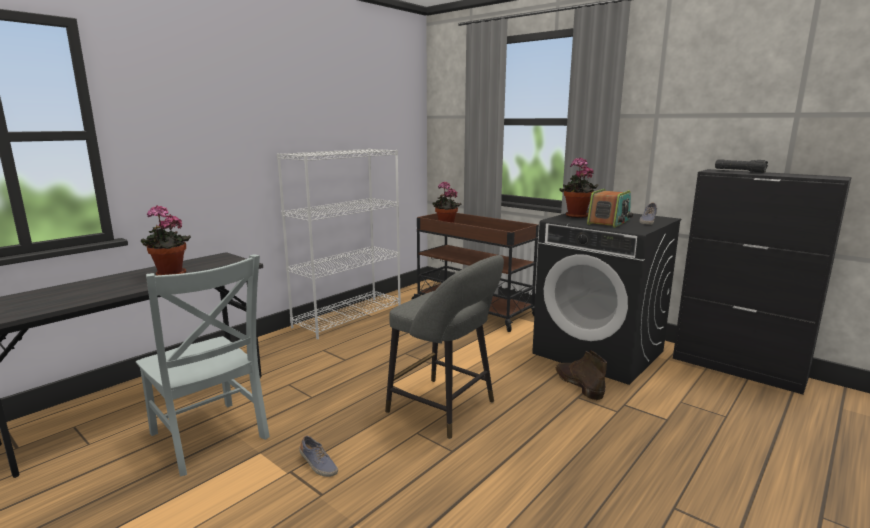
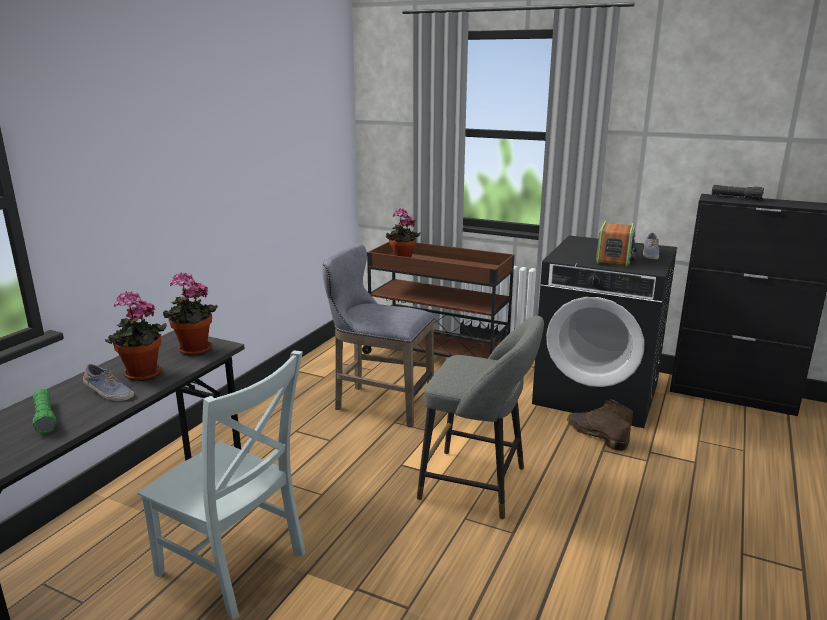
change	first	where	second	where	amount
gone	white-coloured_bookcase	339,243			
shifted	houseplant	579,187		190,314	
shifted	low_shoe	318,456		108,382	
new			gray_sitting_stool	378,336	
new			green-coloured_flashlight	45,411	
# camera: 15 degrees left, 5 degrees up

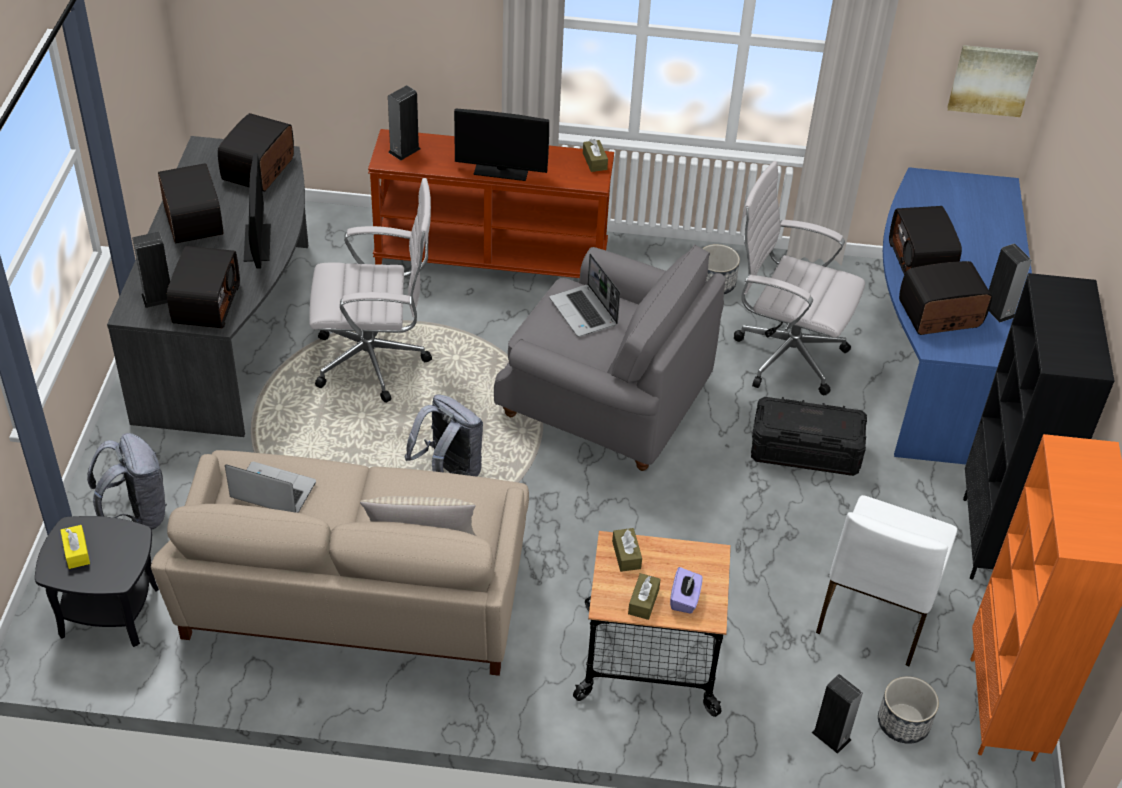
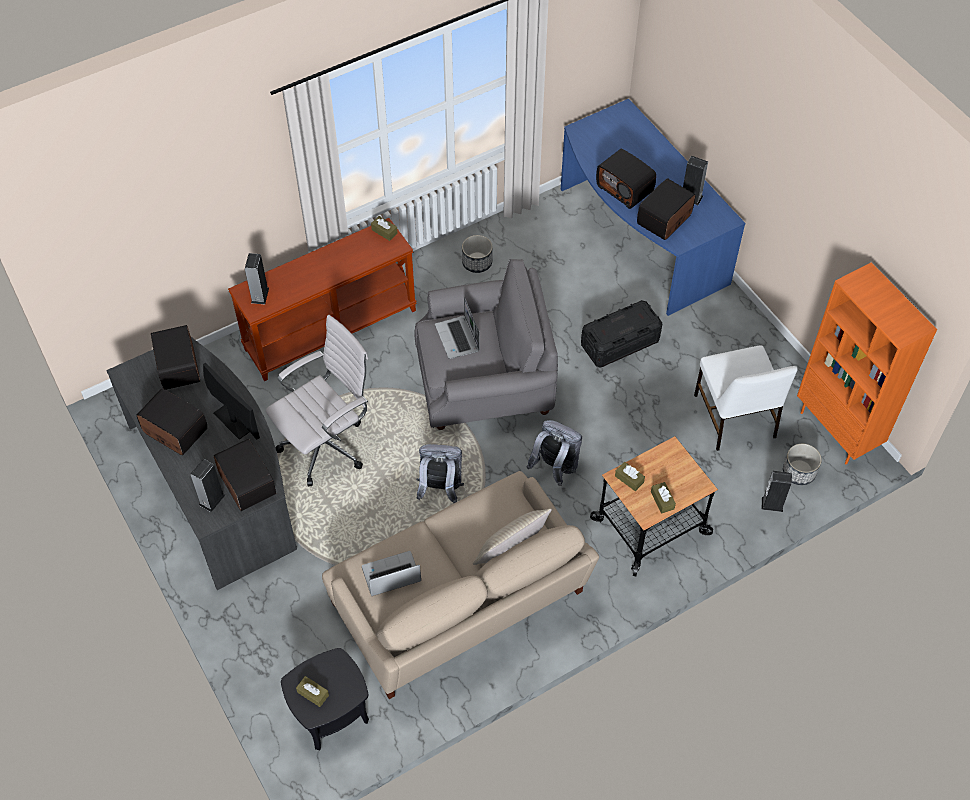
change	first	where	second	where	amount
gone	wall_art	992,81			
gone	monitor	501,145			
gone	white-coloured_office_chair	799,278			
rotated	notebook_computer	585,295		457,328	45 degrees clockwise
gone	blackish_bookcase	1038,426			
shifted	gray_rucksack	127,481		554,453	
repainted	yellowish_tissue_holder	75,547	brown-coloured_tissue_holder	312,691	
gone	purplish_tissue_holder	686,590			
# camera: 35 degrees left, 10 degrees up

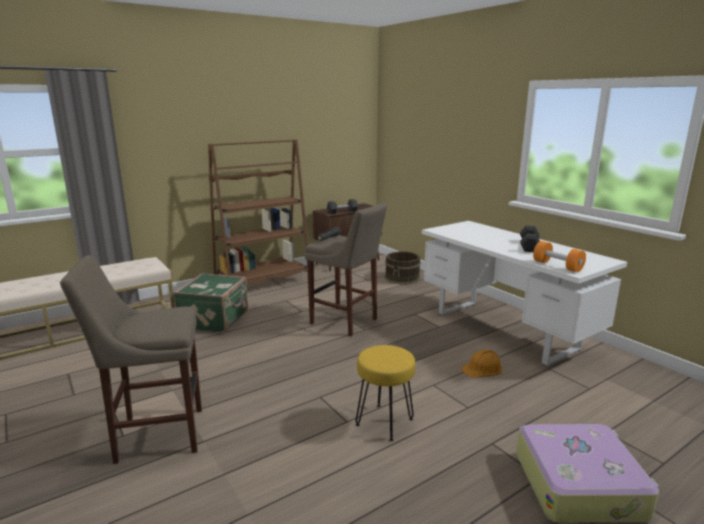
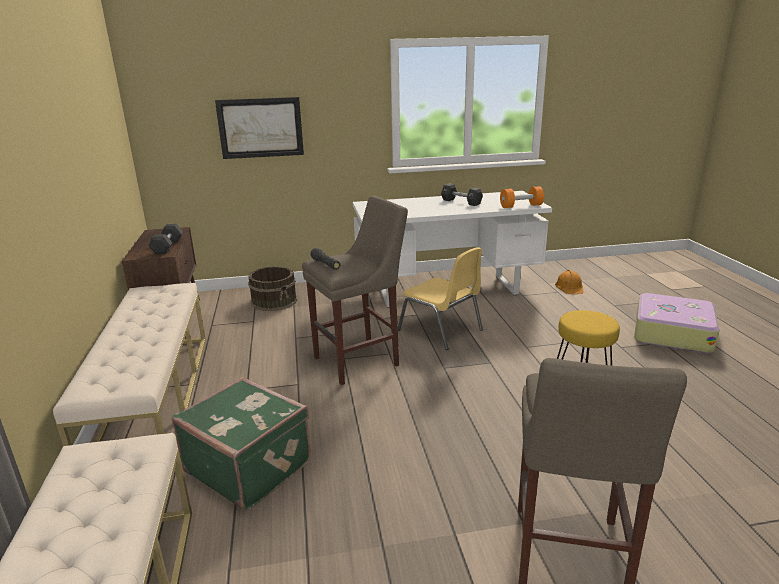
change	first	where	second	where	amount
swapped	brown-coloured_bookcase	258,211	beige-coloured_indoor_bench	129,365	
shifted	orange_work_helmet	481,364		569,282	
new			wall_art	259,128	
new			yellowish_chair	440,298	
# camera: 65 degrees left, 5 degrees up

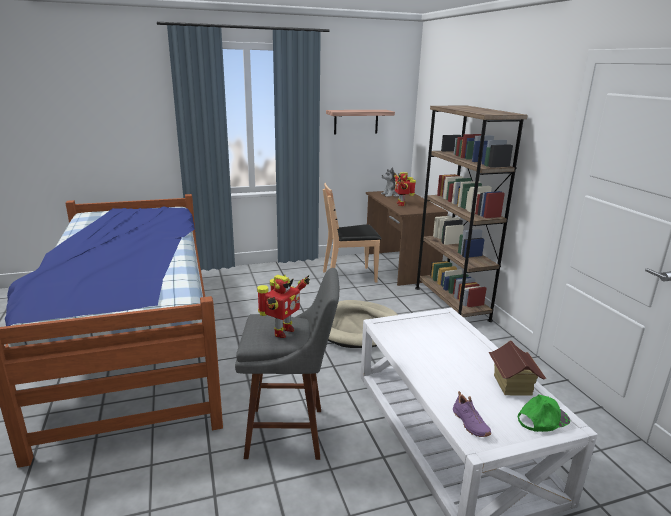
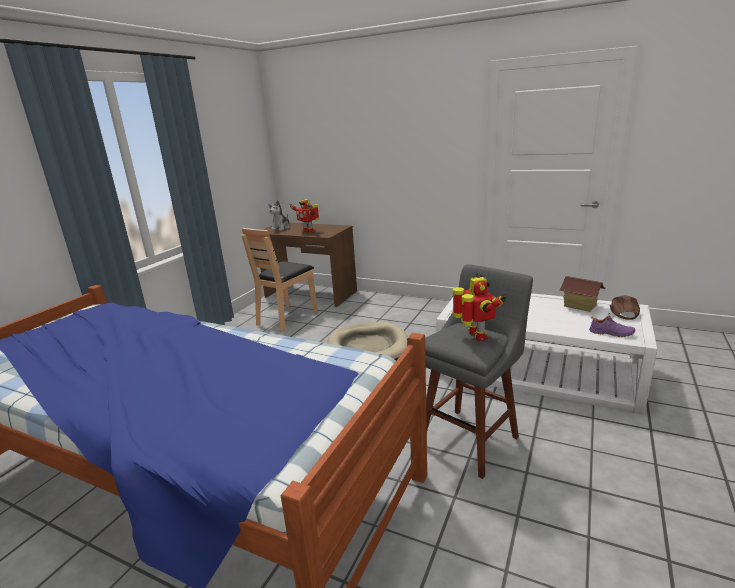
change	first	where	second	where	amount
gone	brown-coloured_bookcase	471,214			
gone	shelf	360,122			
repainted	green-coloured_peaked_cap	544,413	brown-coloured_peaked_cap	625,307	
# camera: 45 degrees left, 0 degrees up

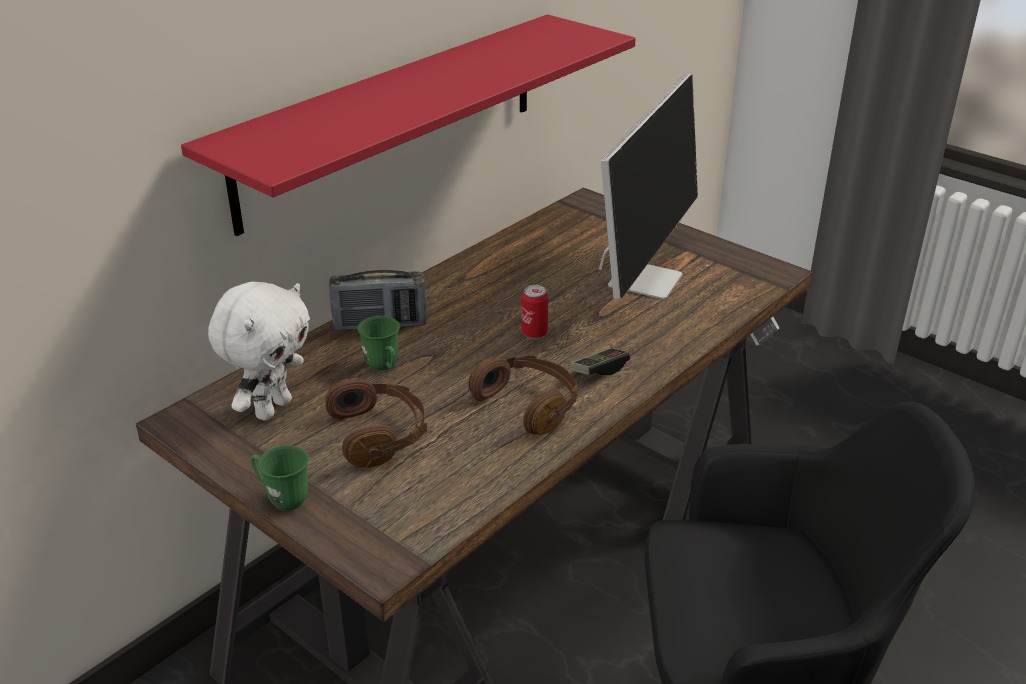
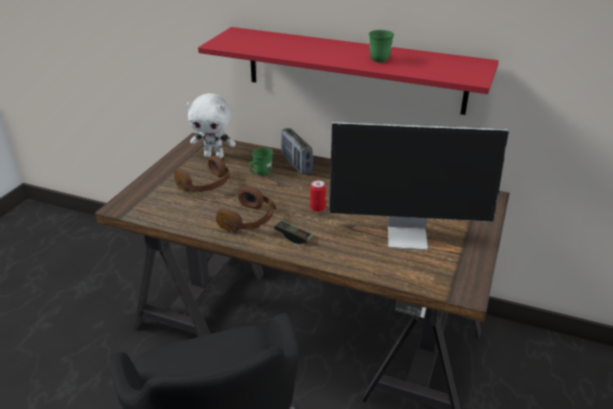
change	first	where	second	where	amount
shifted	green-coloured_tea_mug	279,478		381,46	
# camera: 70 degrees right, 0 degrees up

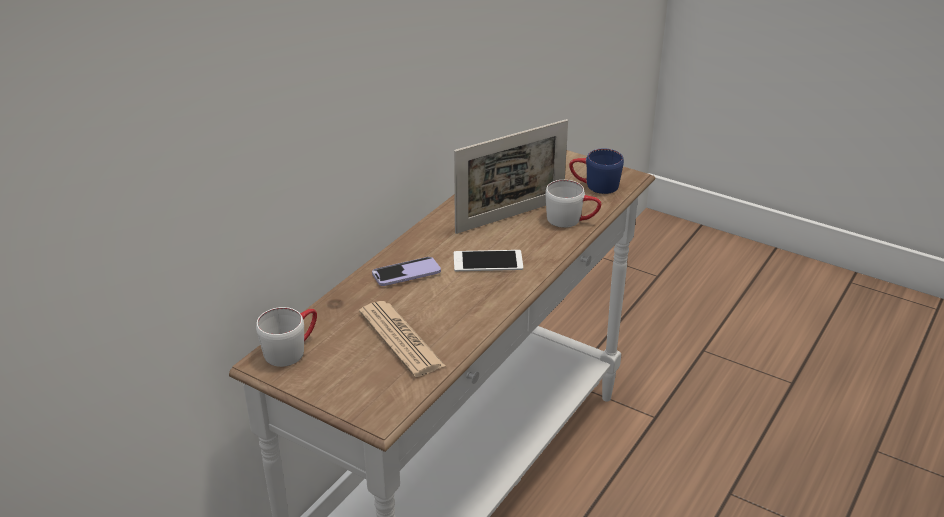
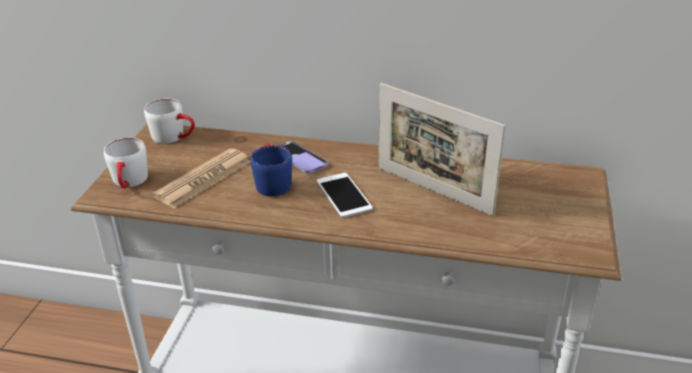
change	first	where	second	where	amount
shifted	bluish_tea_mug	596,171		271,169	
shifted	white-coloured_tea_mug	573,204		126,163	
# camera: 70 degrees right, 0 degrees up

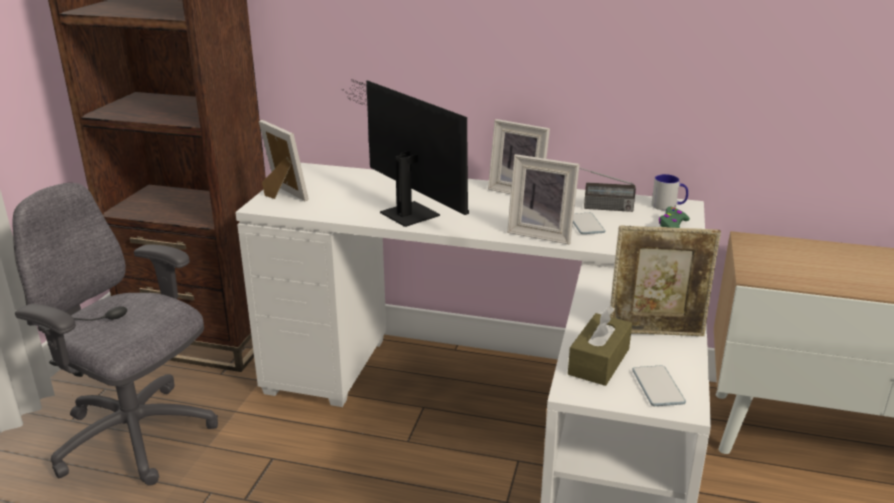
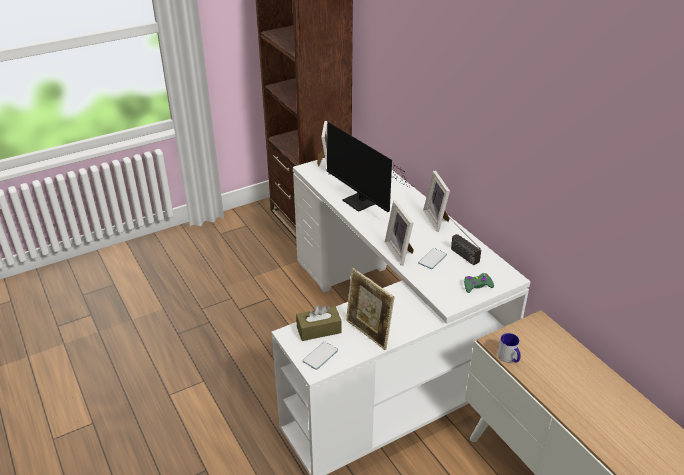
change	first	where	second	where	amount
rotated	monitor	405,153		369,167	135 degrees clockwise
shifted	tea_mug	670,192		509,348	
gone	gray_office_chair	115,334			
# camera: 45 degrees right, 10 degrees up

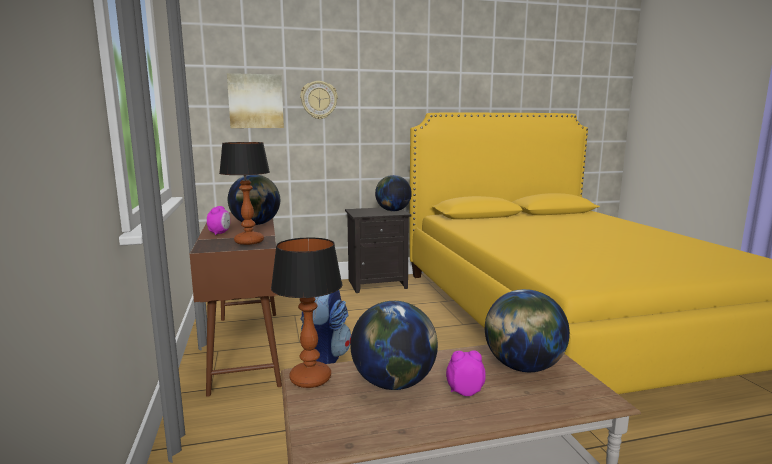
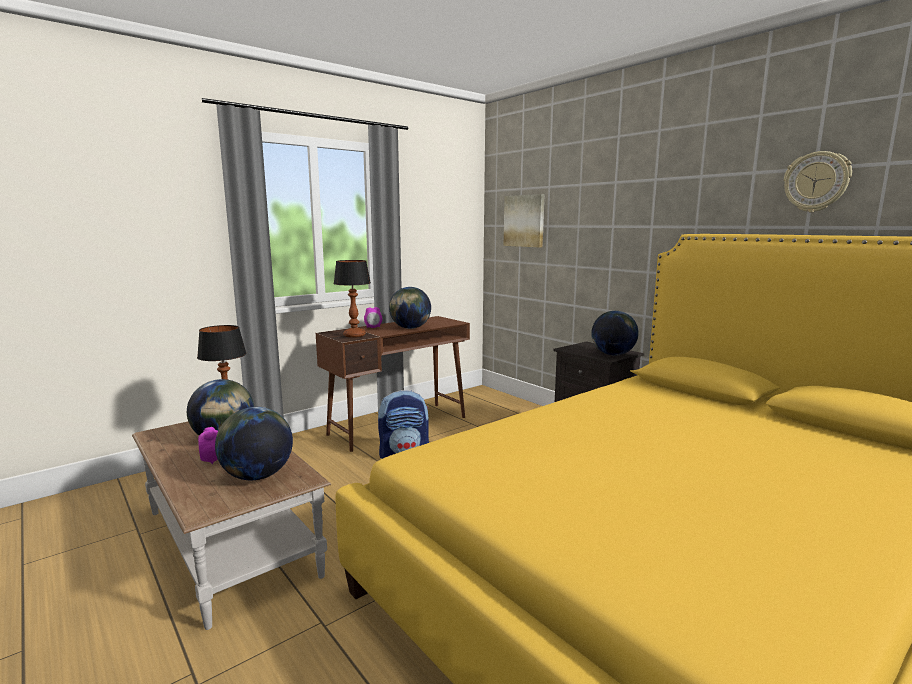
change	first	where	second	where	amount
shifted	hanging_clock	319,100		818,181	
# camera: 65 degrees right, 0 degrees up

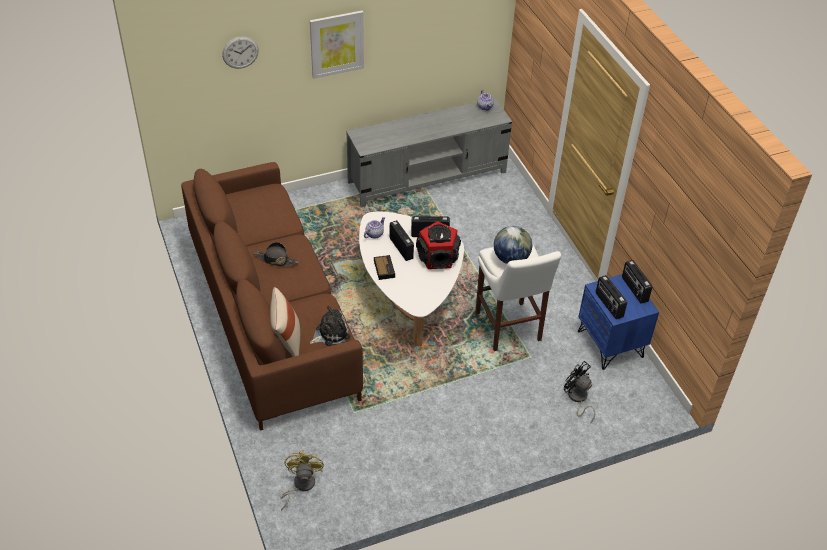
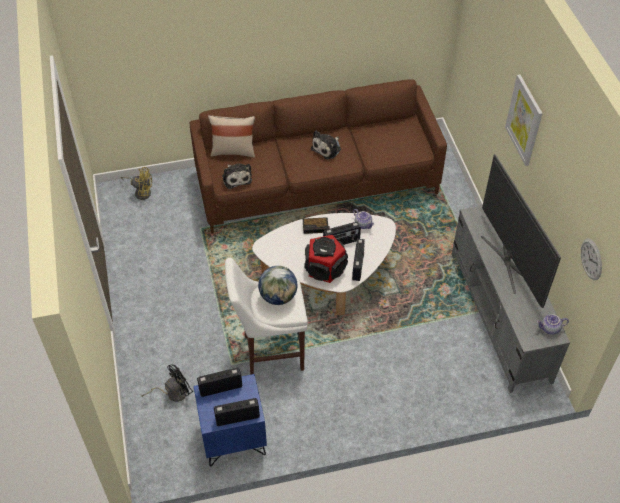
change	first	where	second	where	amount
shifted	hanging_clock	240,52		591,259	
swapped	blackish_wearable_hat	276,254	plush_toy	326,144	
new			TV_set	521,231	
# camera: 100 degrees right, 5 degrees up

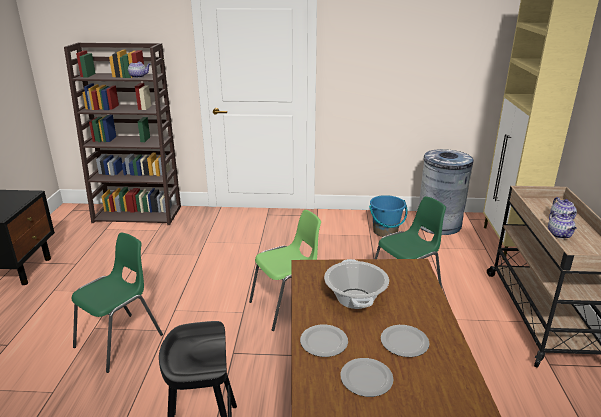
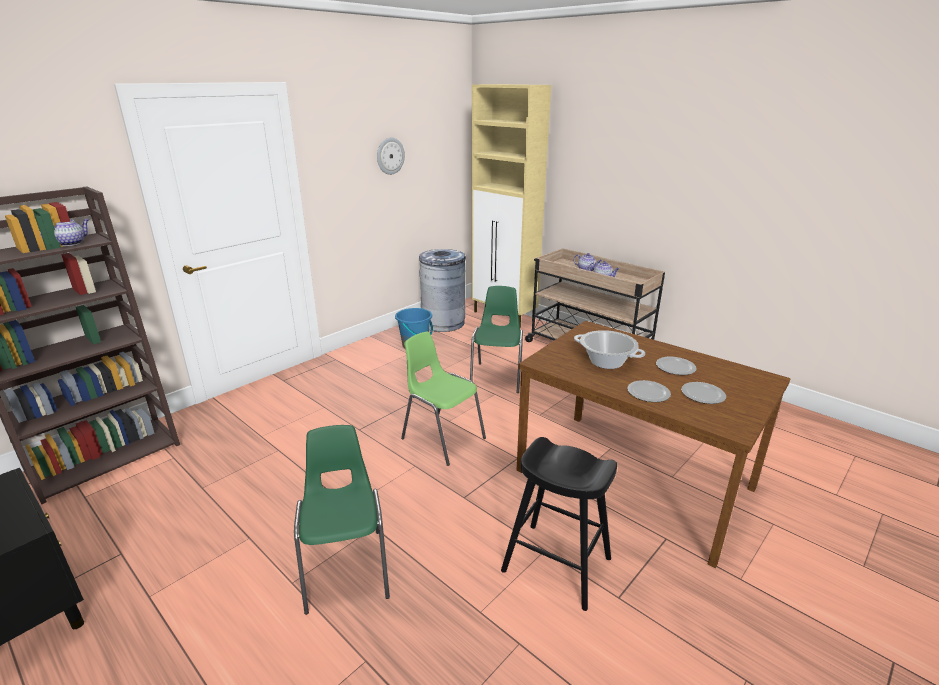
change	first	where	second	where	amount
rotated	green-coloured_chair	285,270		443,398	60 degrees counterclockwise
new			hanging_clock	391,156	
# camera: 50 degrees left, 0 degrees up

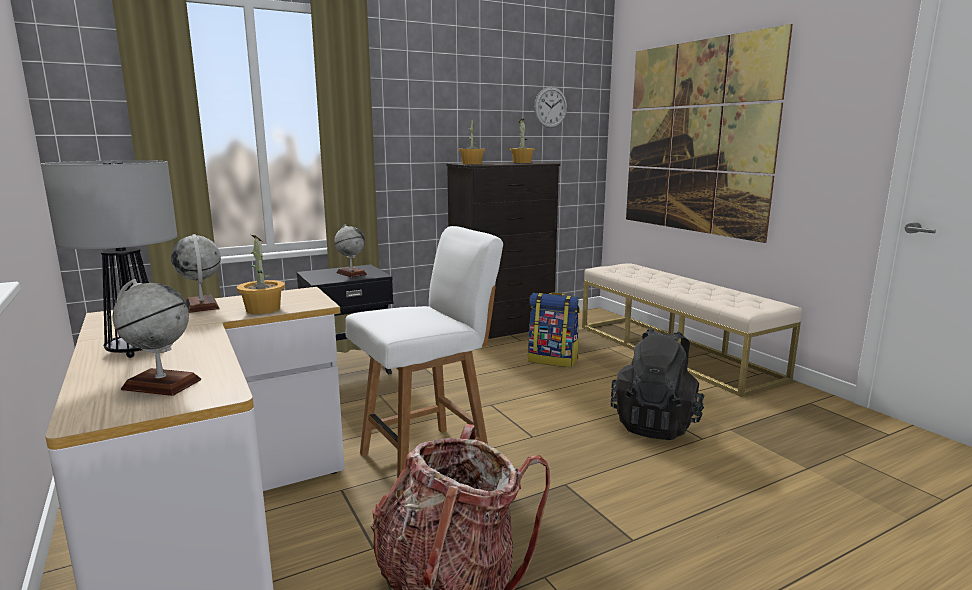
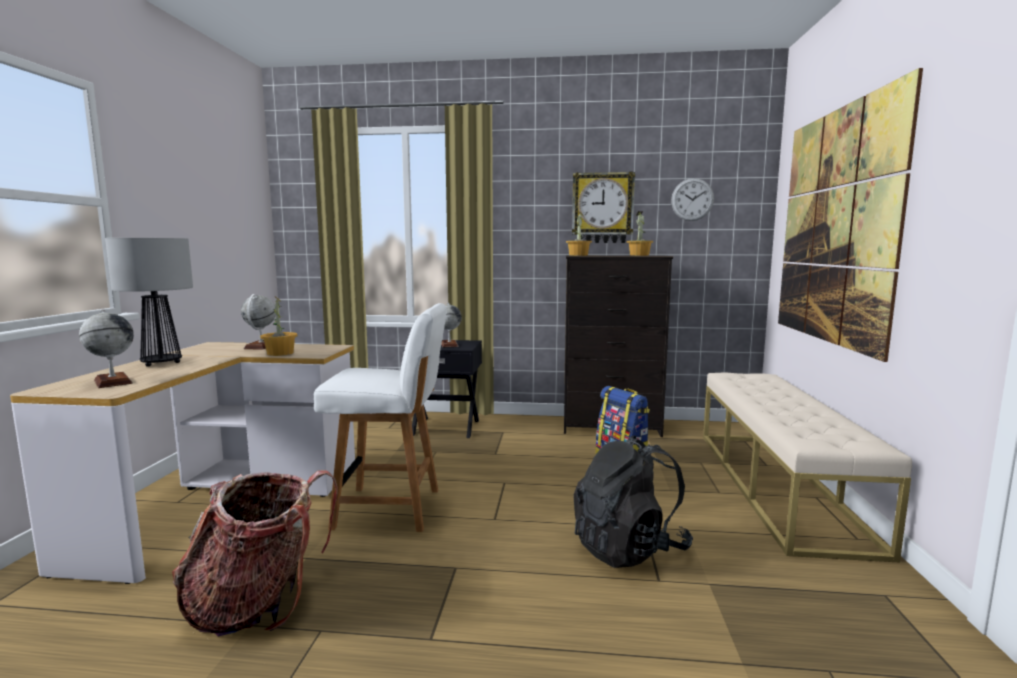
change	first	where	second	where	amount
new			hanging_clock	603,207	
# camera: 35 degrees right, 5 degrees down

